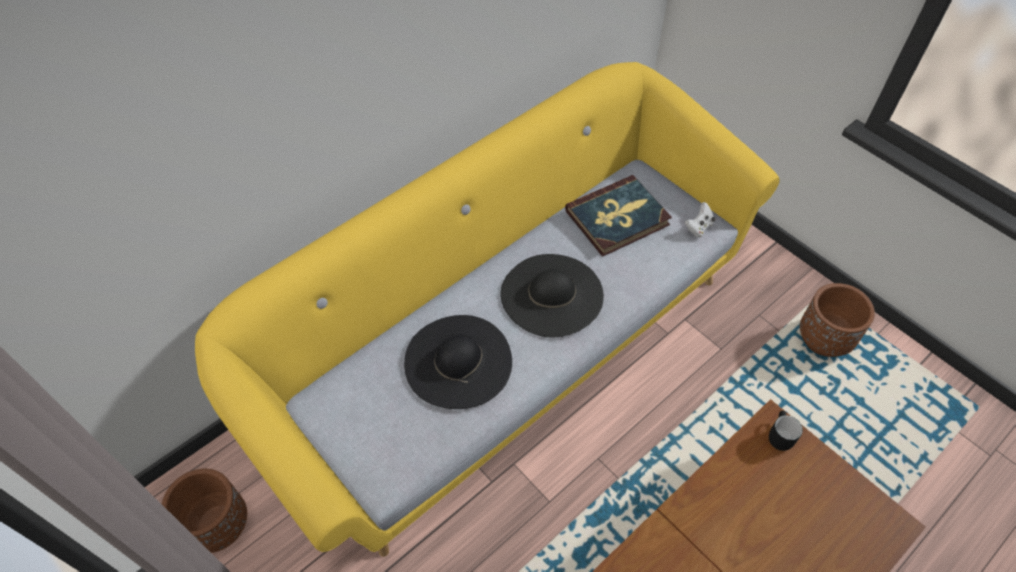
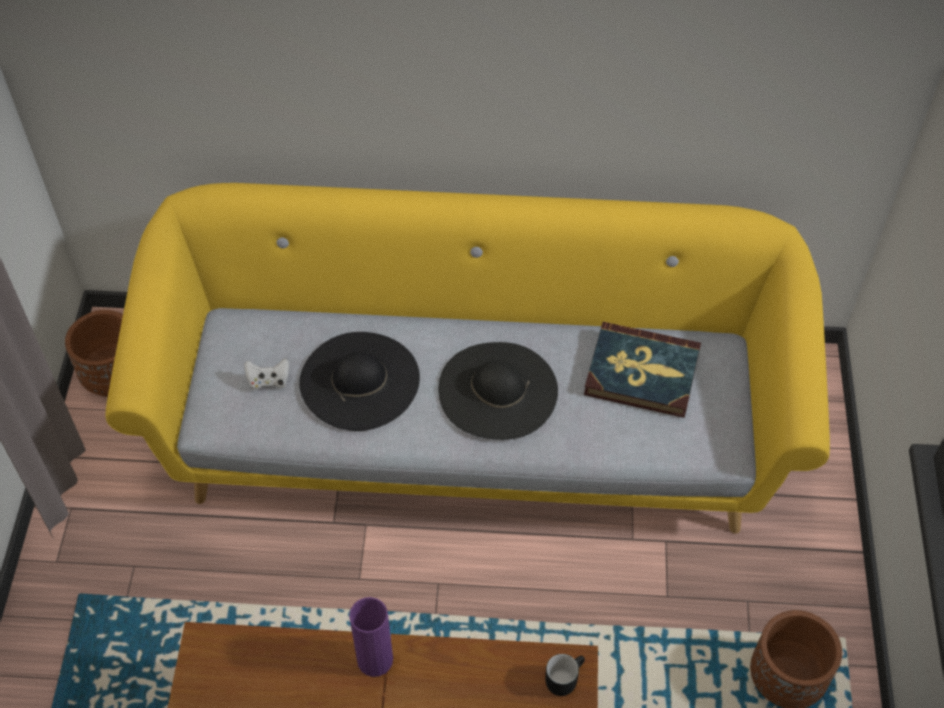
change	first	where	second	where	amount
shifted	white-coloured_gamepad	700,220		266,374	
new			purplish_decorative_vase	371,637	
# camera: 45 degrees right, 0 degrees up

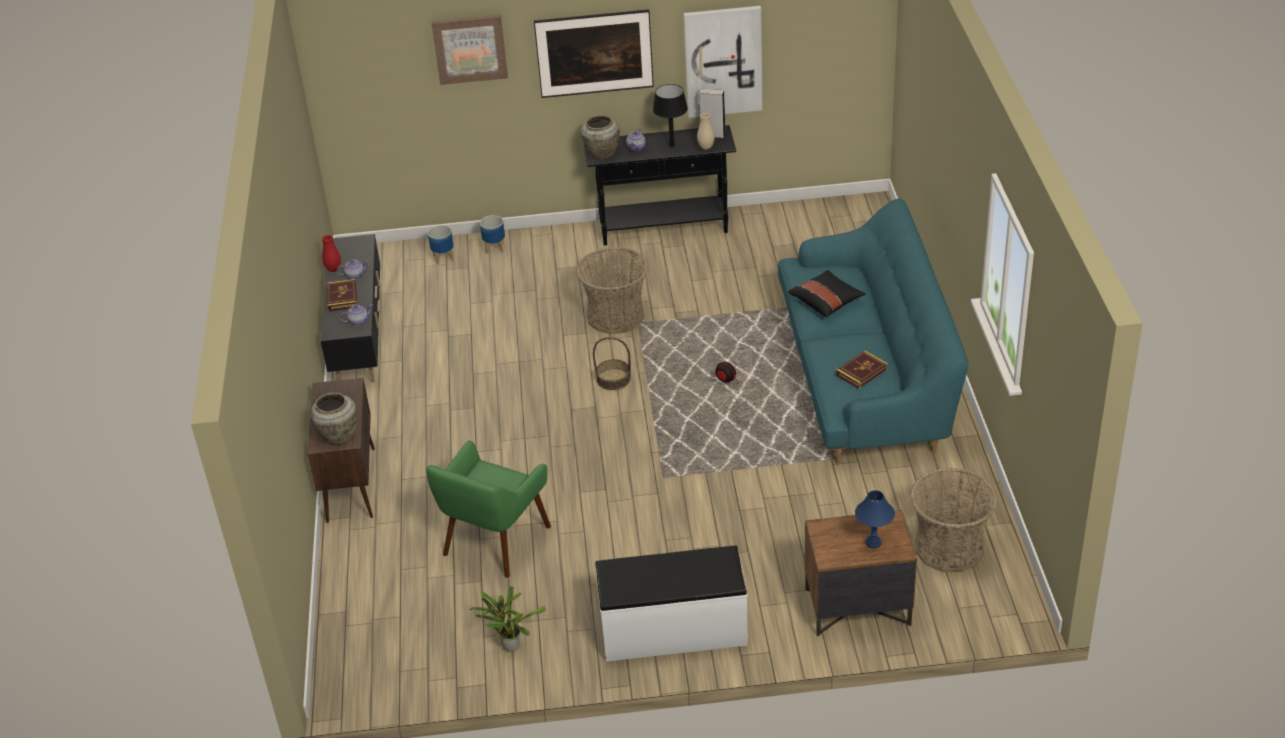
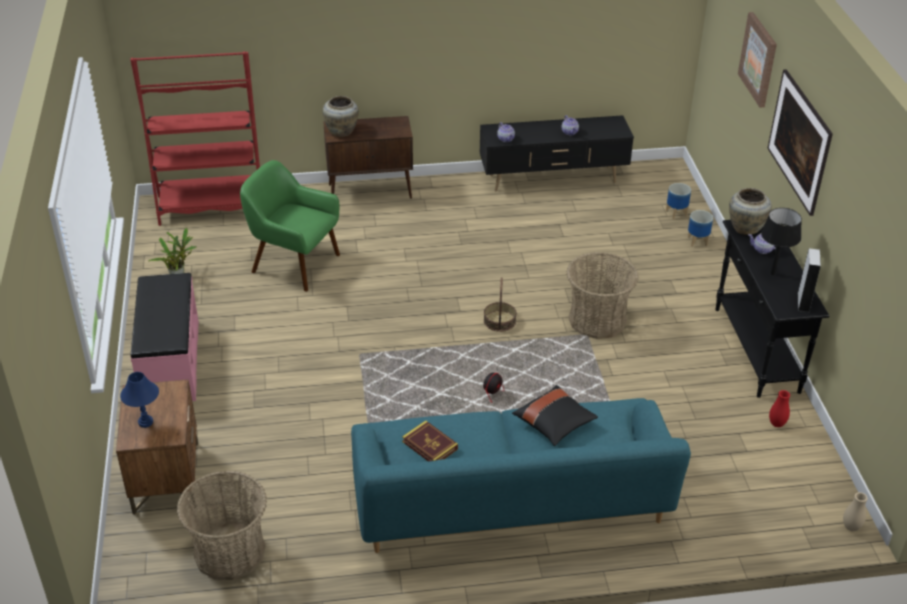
change	first	where	second	where	amount
gone	wall_art	723,62			
shifted	beige-coloured_decorative_vase	706,131		855,511	
shifted	reddish_decorative_vase	331,253		779,408	
gone	book	342,295			
repainted	white-coloured_indoor_bench	671,604	pinkish_indoor_bench	165,337	
new			reddish_bookcase	195,138	
# camera: 85 degrees right, 0 degrees up

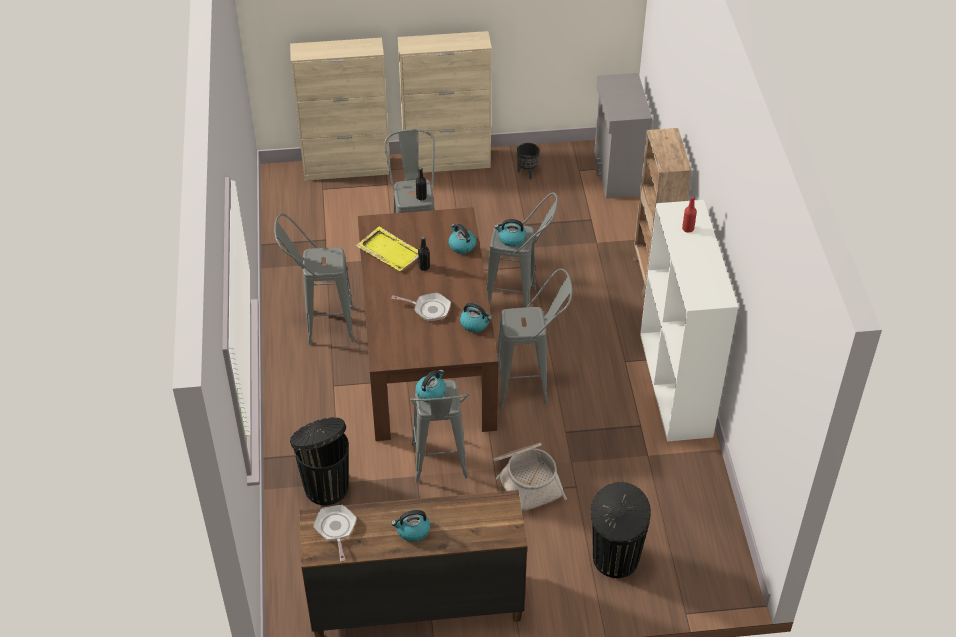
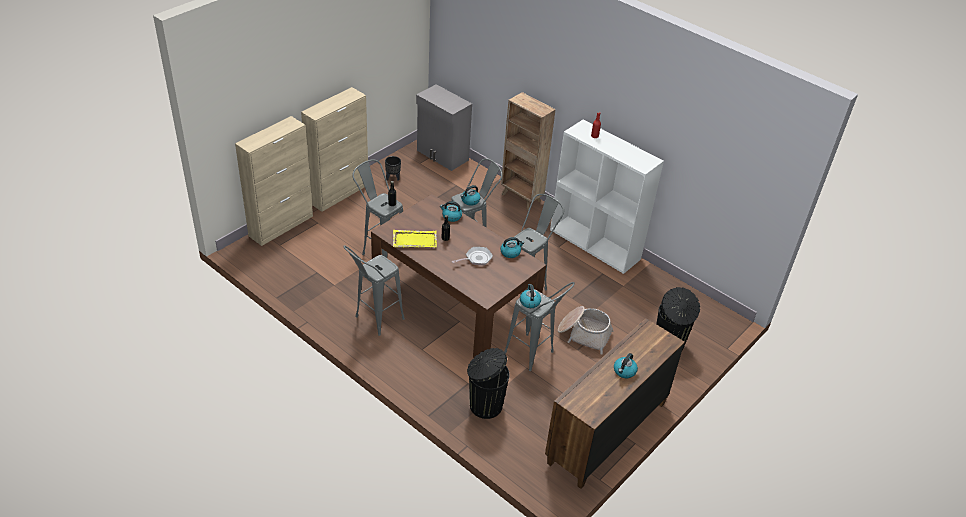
change	first	where	second	where	amount
gone	frying_pan	335,533			
# camera: 45 degrees left, 5 degrees down

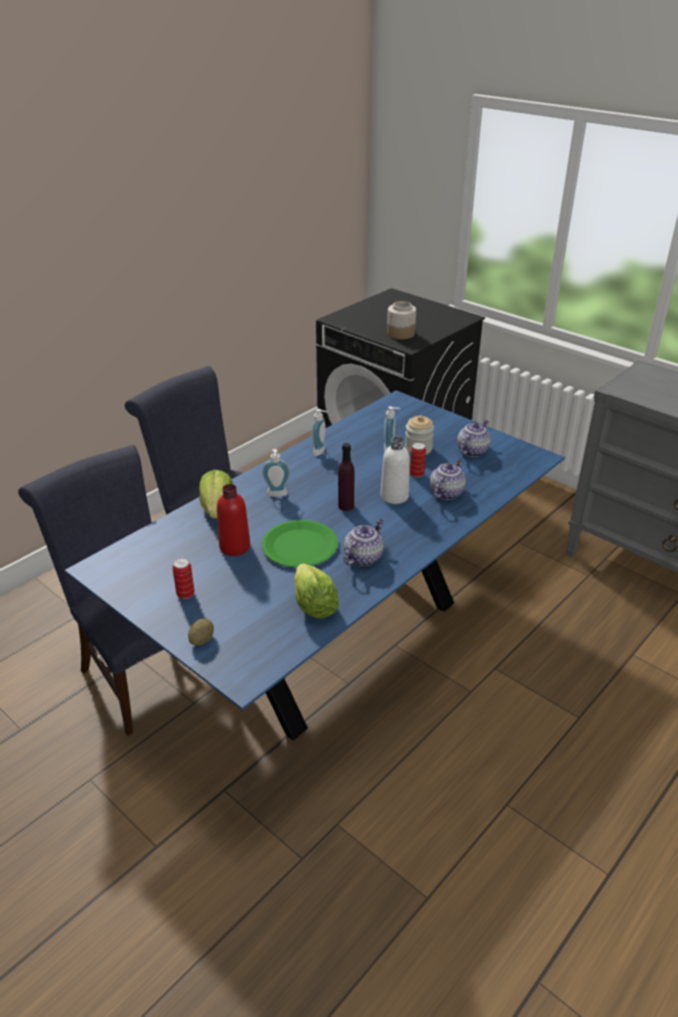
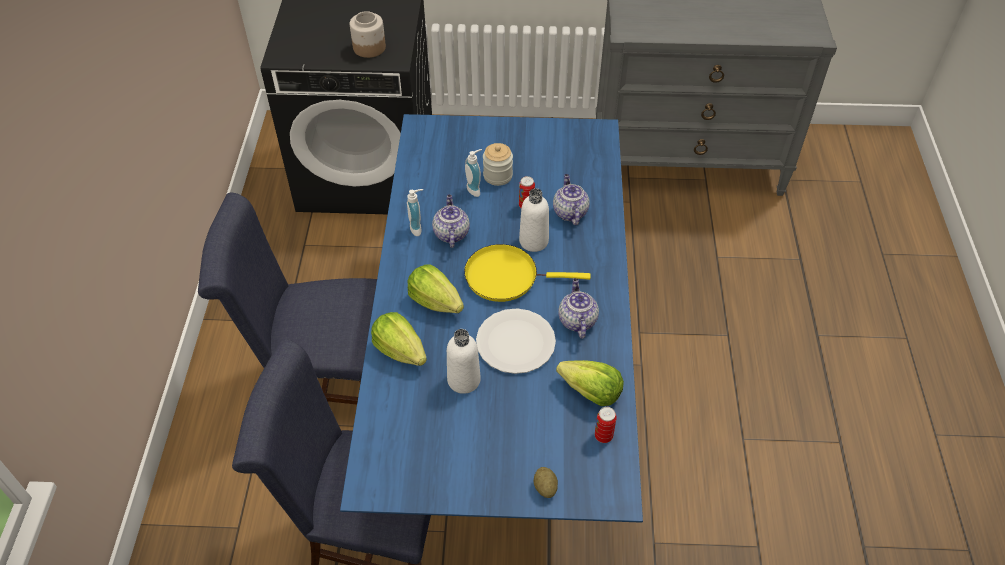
change	first	where	second	where	amount
shifted	pot_for_tea	474,438		451,221	
swapped	purplish_beverage_bottle	346,477	yellowish_frying_pan	527,273	
swapped	soap_bottle	276,473	lettuce_head	435,288	
repainted	reddish_beverage_bottle	233,520	white-coloured_beverage_bottle	464,361	
repainted	green-coloured_flat_dish	300,544	white-coloured_flat_dish	516,341	
shifted	sealed_can	183,578		606,425	
# camera: 40 degrees left, 15 degrees up

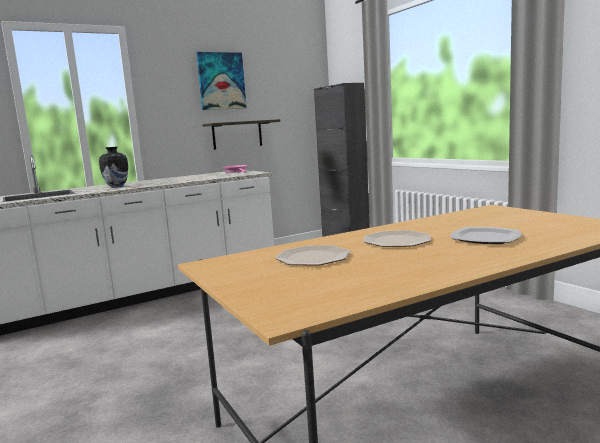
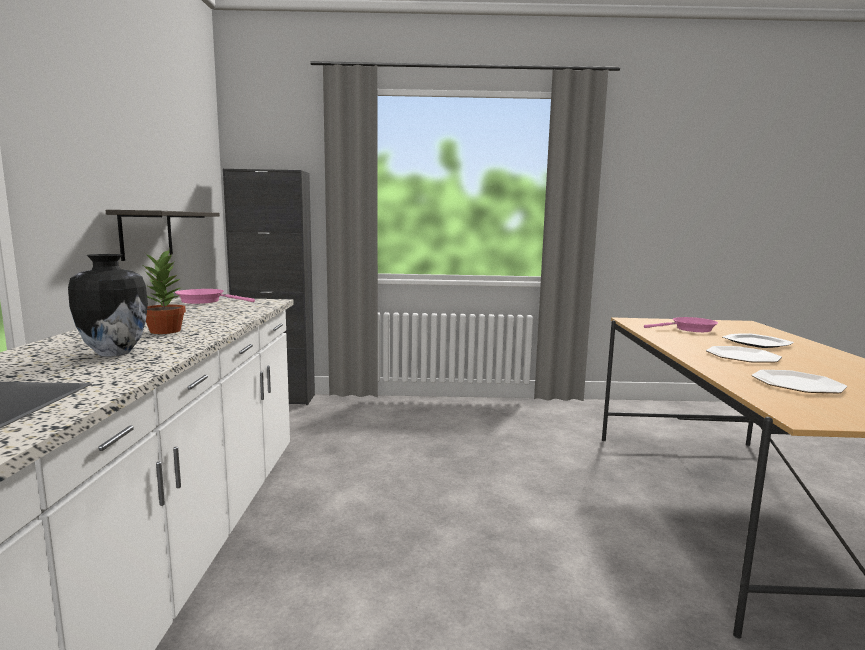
change	first	where	second	where	amount
gone	wall_art	221,81			
new			houseplant	165,291	
new			pinkish_frying_pan	681,324	
# camera: 60 degrees left, 0 degrees up

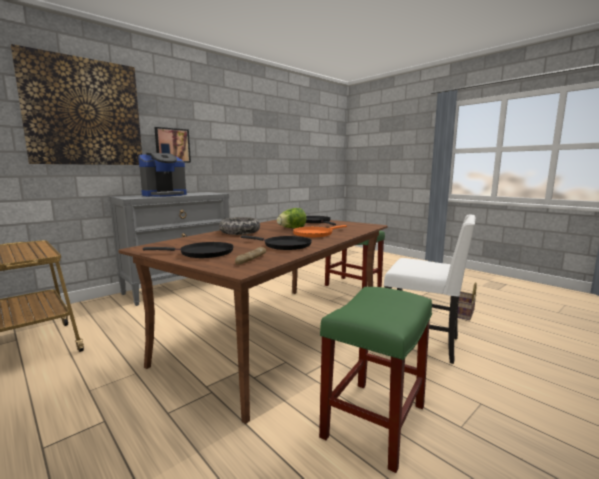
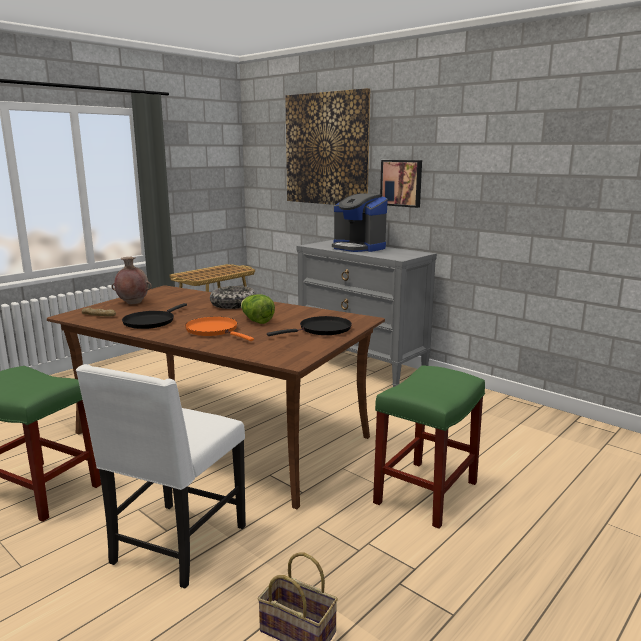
change	first	where	second	where	amount
swapped	blackish_frying_pan	188,250	brown-coloured_decorative_vase	132,280	
# camera: 85 degrees right, 5 degrees up

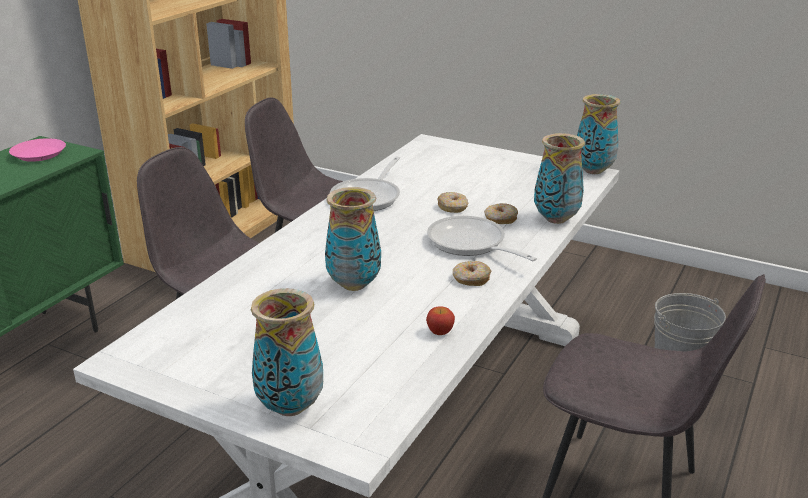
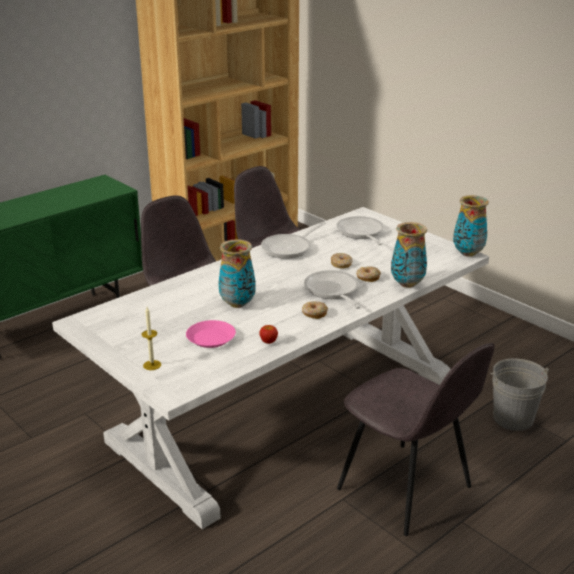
change	first	where	second	where	amount
shifted	pinkish_flat_dish	37,150		211,334	
swapped	decorative_vase	287,352	candle	151,338	
new			frying_pan	360,230	
# camera: 20 degrees right, 0 degrees up

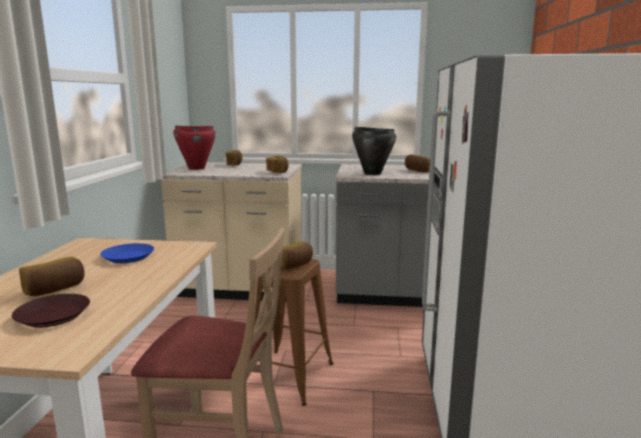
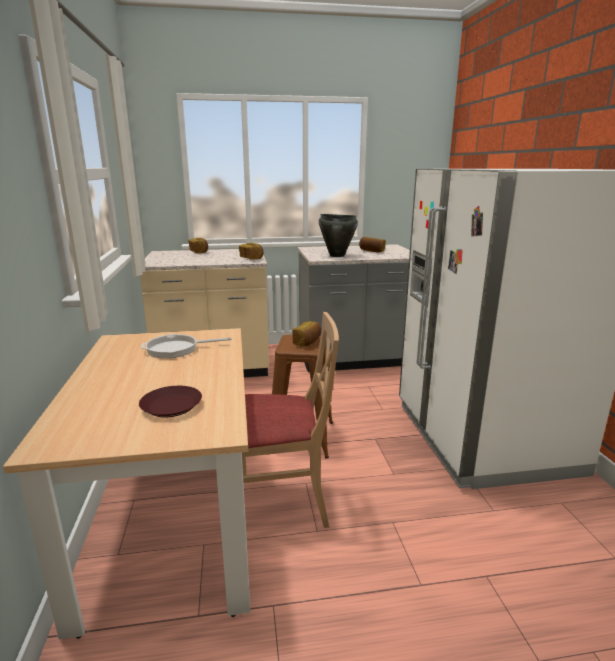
change	first	where	second	where	amount
gone	reddish_stockpot	194,148			
swapped	bluish_flat_dish	127,253	frying_pan	186,346	
gone	bakery_bread	52,276			
# camera: 15 degrees left, 5 degrees up

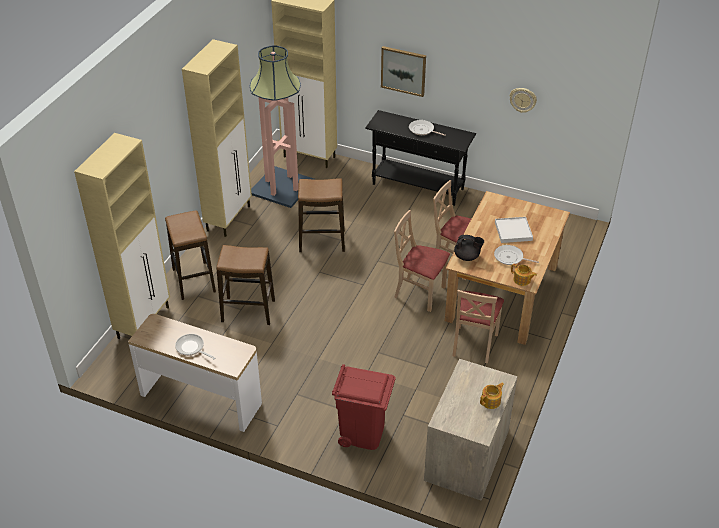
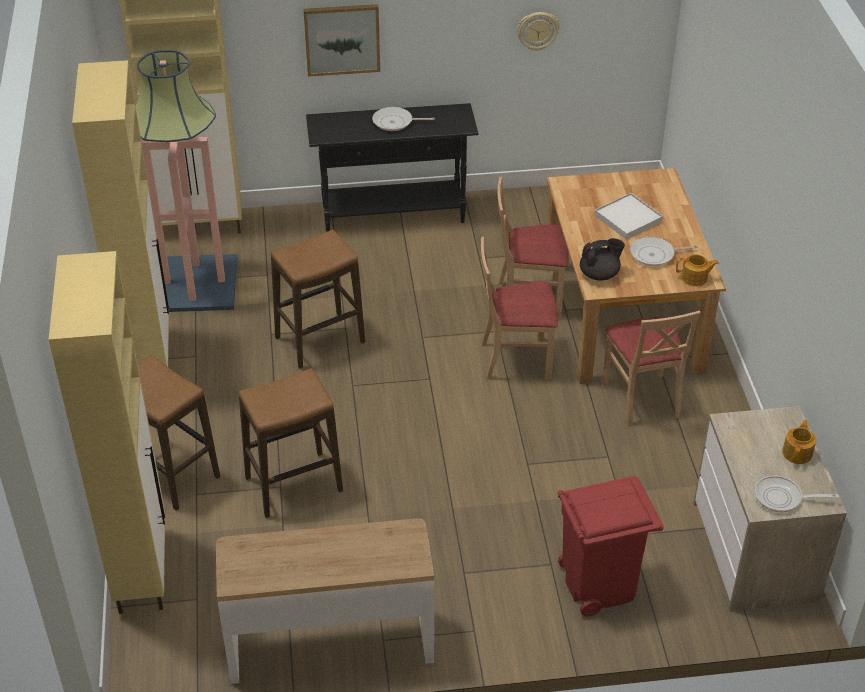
change	first	where	second	where	amount
shifted	frying_pan	195,346		797,494	
# camera: 30 degrees left, 0 degrees up

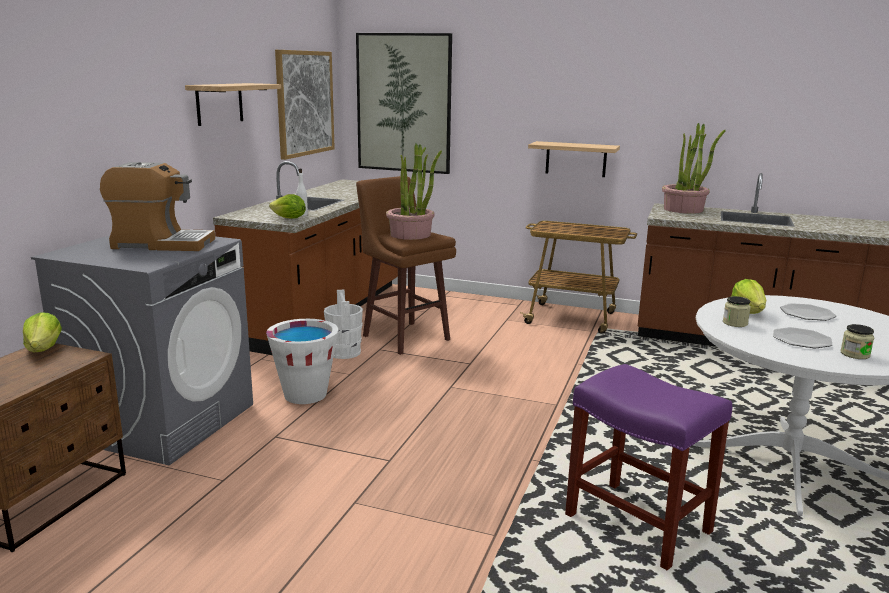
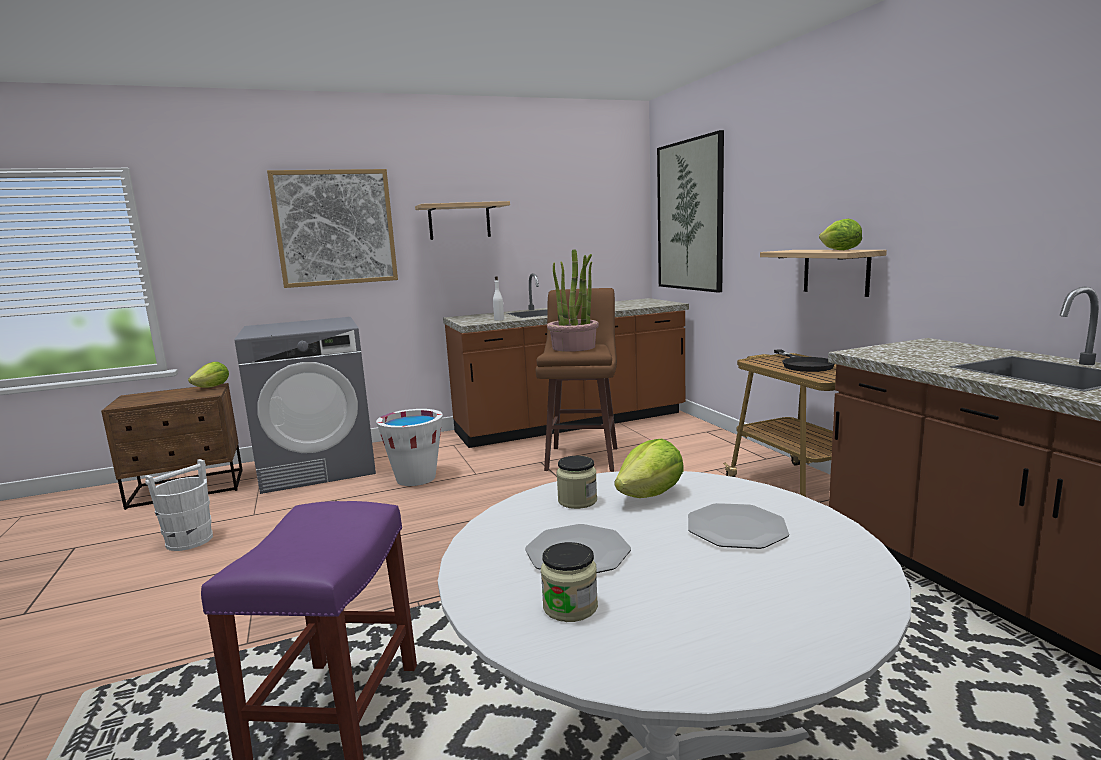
change	first	where	second	where	amount
shifted	wall_art	305,105		332,228	
gone	houseplant	694,168			
gone	coffee_machine	157,206			
shifted	lettuce_head	287,206		840,234	
shifted	white-coloured_bucket	343,324		179,505	
new			blackish_frying_pan	804,360	
# camera: 50 degrees right, 5 degrees down

